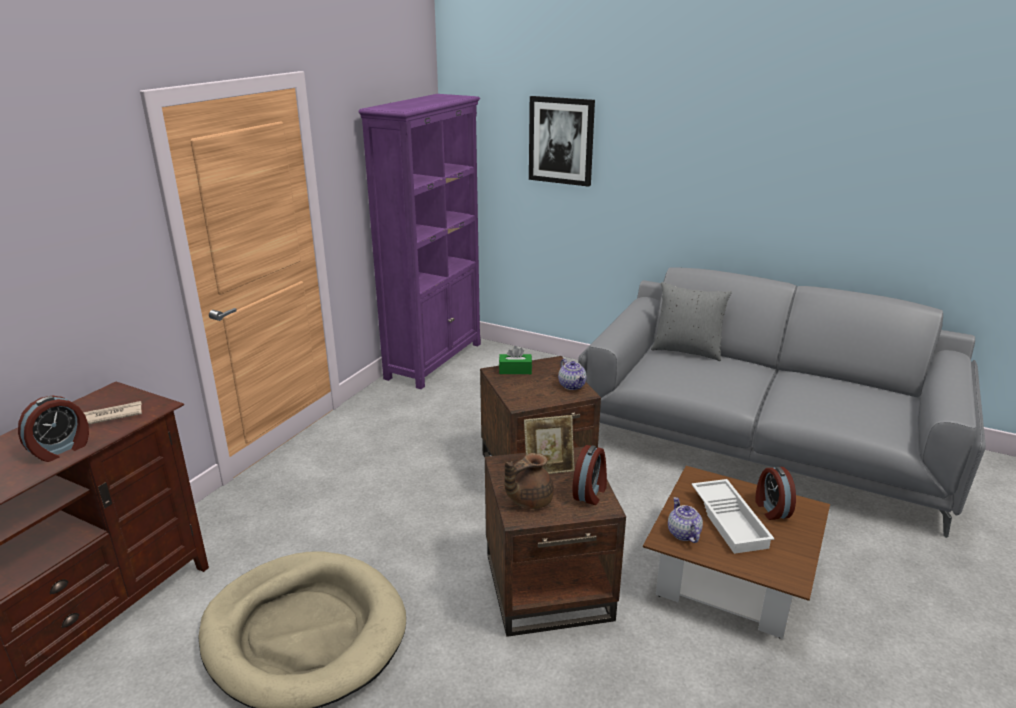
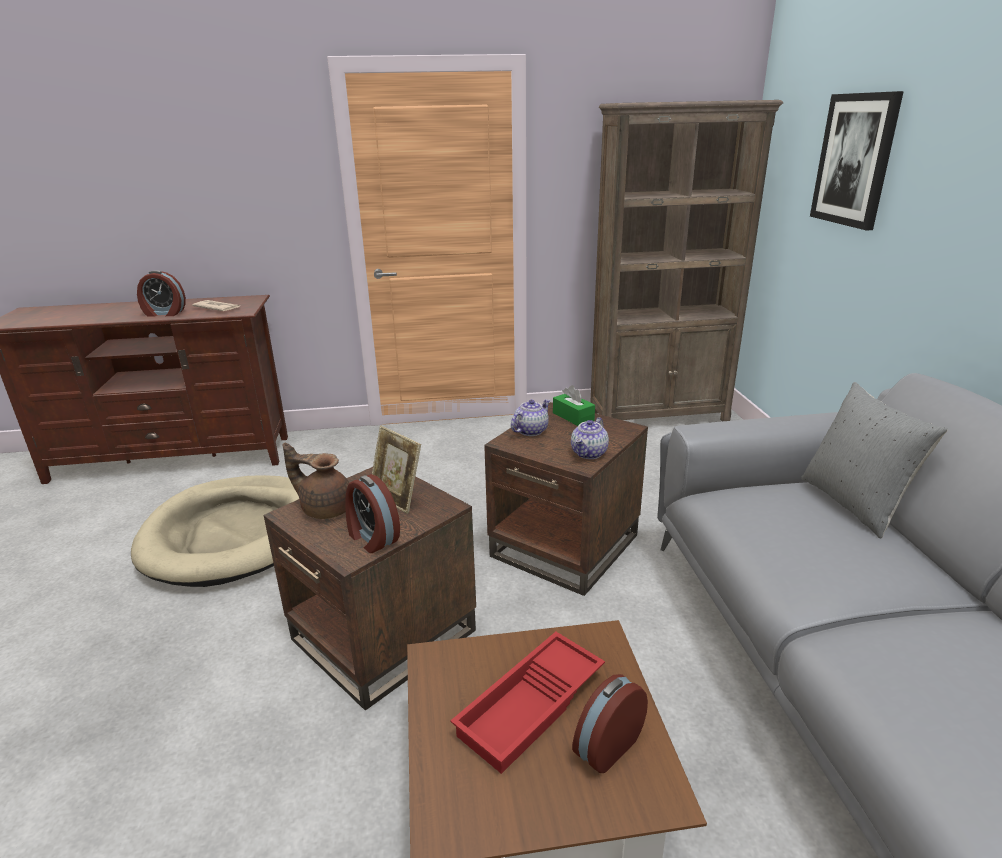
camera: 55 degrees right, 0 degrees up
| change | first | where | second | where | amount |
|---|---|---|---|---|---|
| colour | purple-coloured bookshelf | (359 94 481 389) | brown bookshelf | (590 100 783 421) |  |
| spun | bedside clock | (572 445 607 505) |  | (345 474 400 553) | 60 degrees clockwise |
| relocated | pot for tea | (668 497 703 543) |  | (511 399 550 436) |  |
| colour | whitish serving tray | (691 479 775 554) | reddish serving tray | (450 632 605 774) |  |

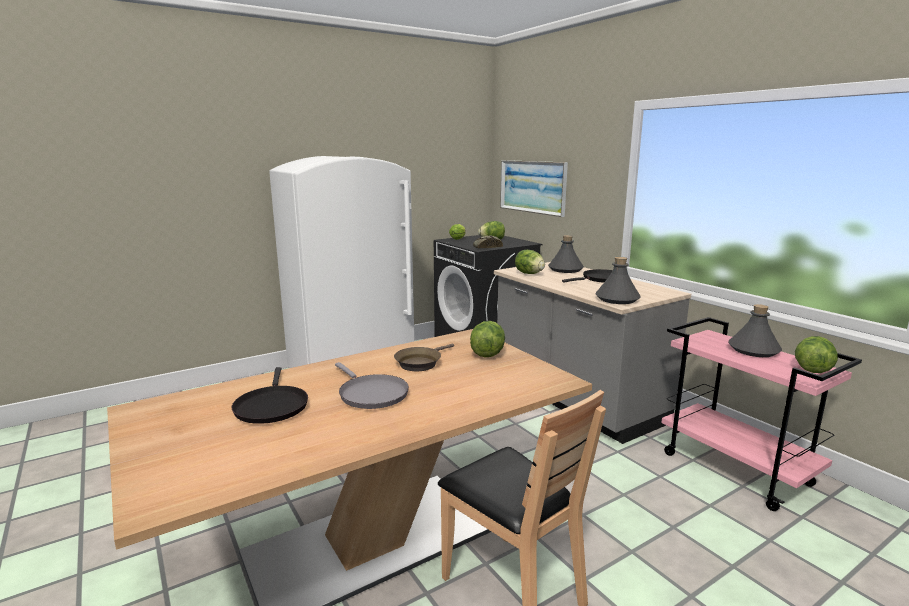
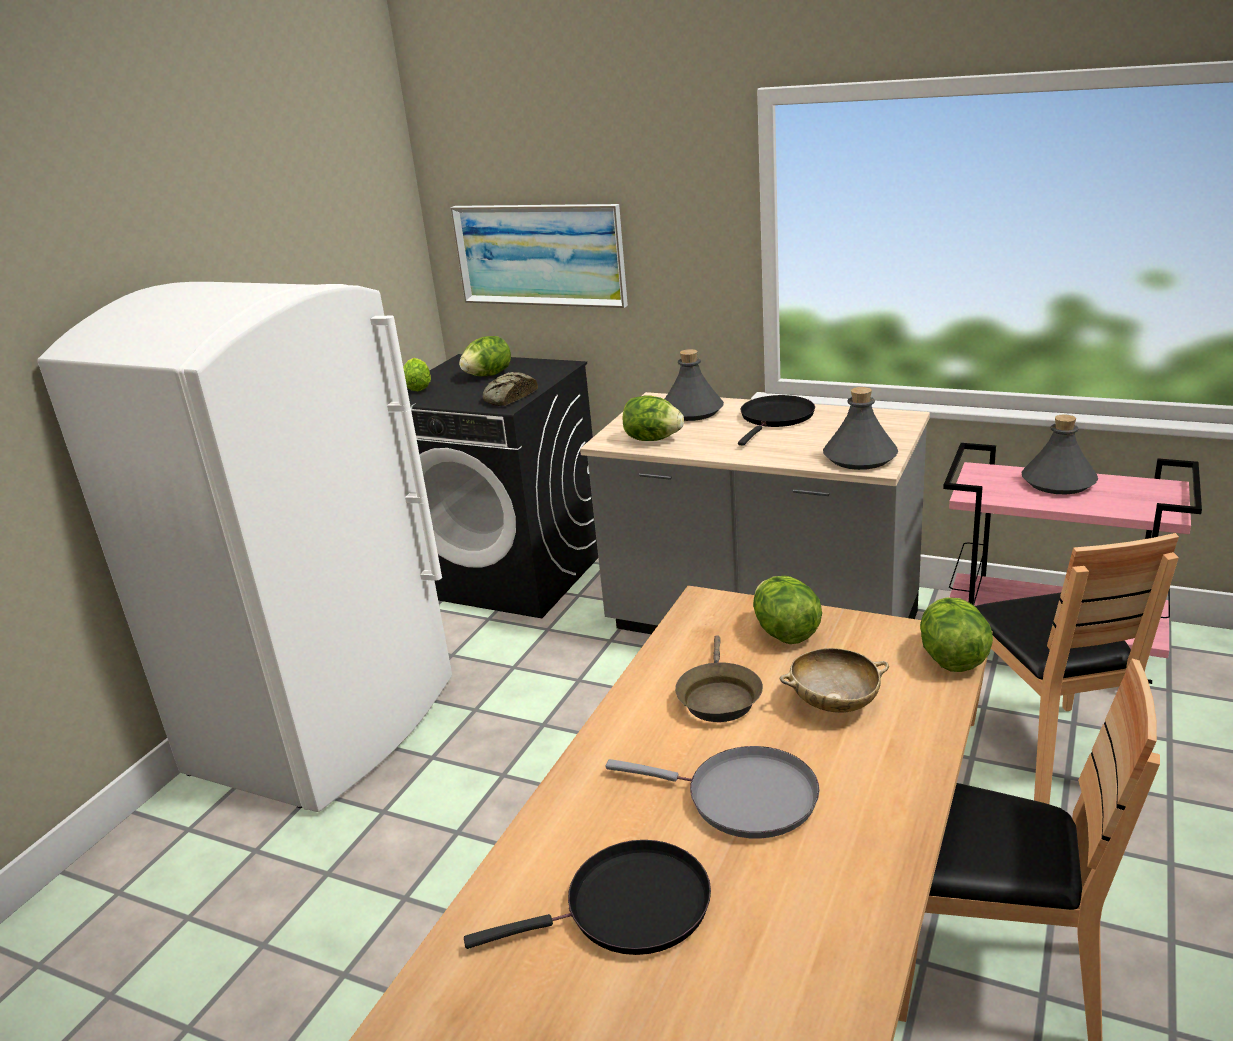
camera: 30 degrees left, 10 degrees up
| change | first | where | second | where | amount |
|---|---|---|---|---|---|
| spun | black-coloured pan | (232 367 308 424) |  | (464 840 711 955) | 60 degrees counterclockwise |
| relocated | lettuce head | (795 336 838 373) |  | (920 597 993 672) |  |
| appeared |  |  | sand-coloured serving bowl | (780 648 889 713) |  |
| appeared |  |  | brown upright chair | (971 533 1179 804) |  |

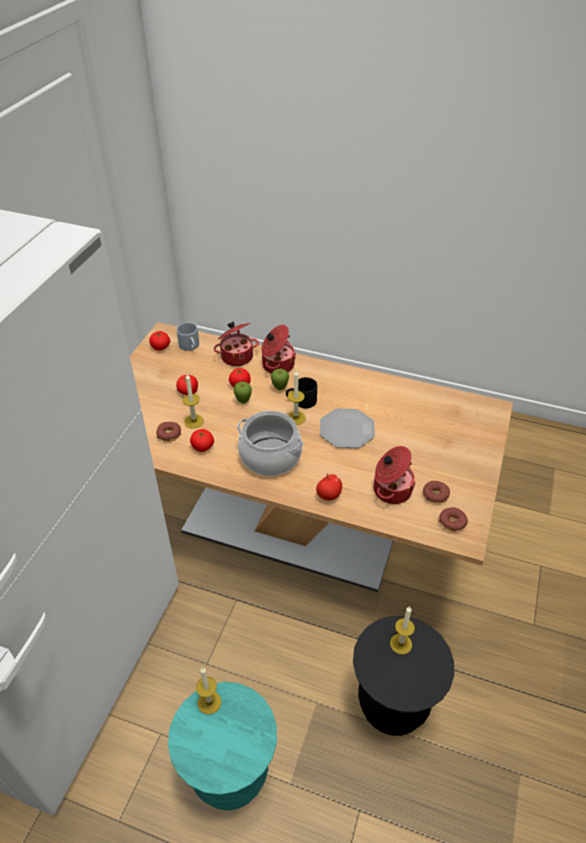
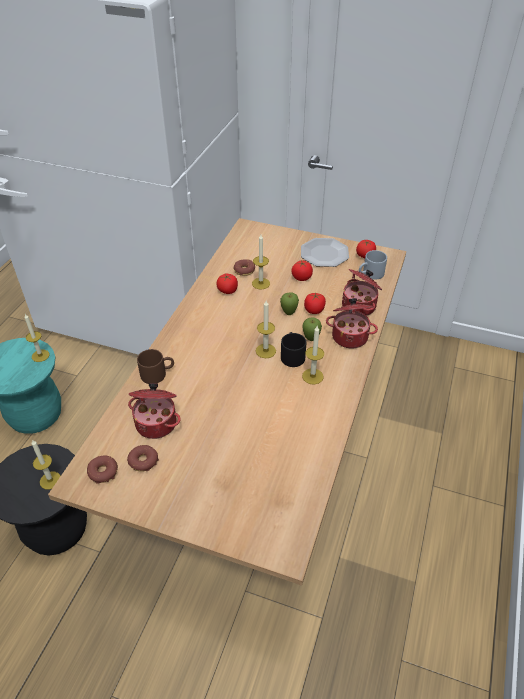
camera: 90 degrees right, 0 degrees up
| change | first | where | second | where | amount |
|---|---|---|---|---|---|
| missing | cooking pot | (237 411 304 476) |  |  |  |
| exchanged | whole apple | (316 473 342 501) | brown mug | (137 349 174 384) |  |
| relocated | dinner plate | (320 408 375 448) |  | (301 238 349 267) |  |
| appeared |  |  | candle | (302 326 324 384) |  |

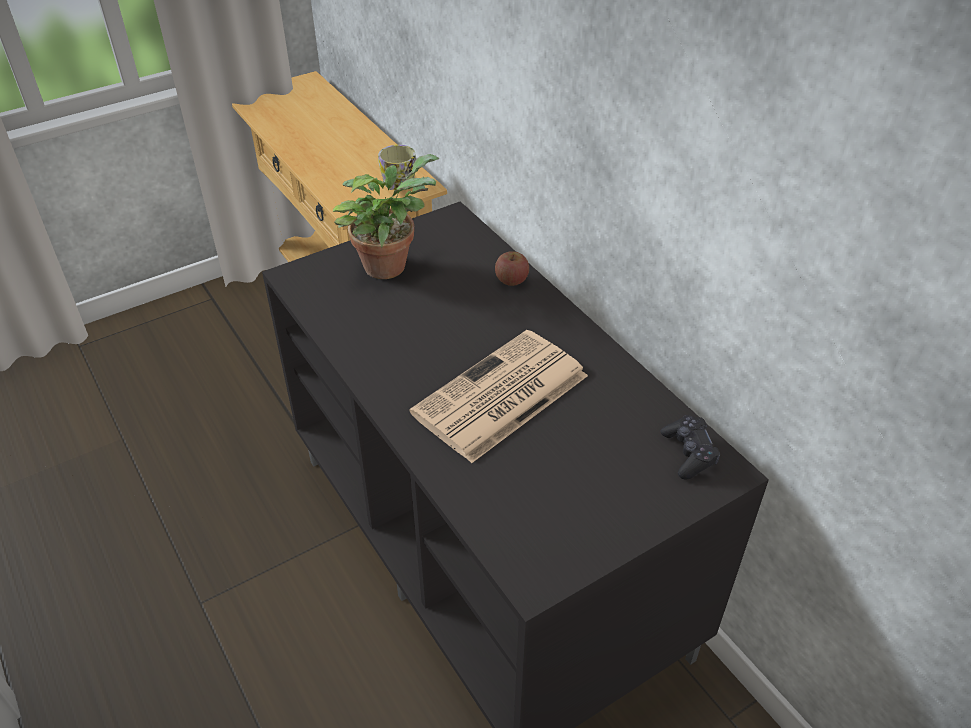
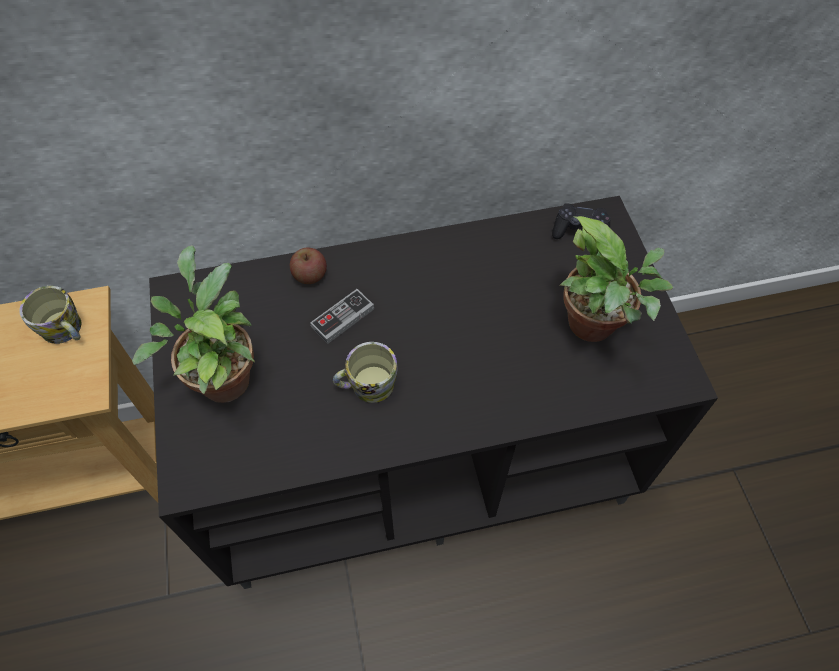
camera: 70 degrees left, 15 degrees up
| change | first | where | second | where | amount |
|---|---|---|---|---|---|
| missing | printed paper | (409 330 588 463) |  |  |  |
| appeared |  |  | joypad | (310 289 374 344) |  |
| appeared |  |  | mug | (333 342 398 403) |  |
| appeared |  |  | potted plant | (559 216 673 342) |  |

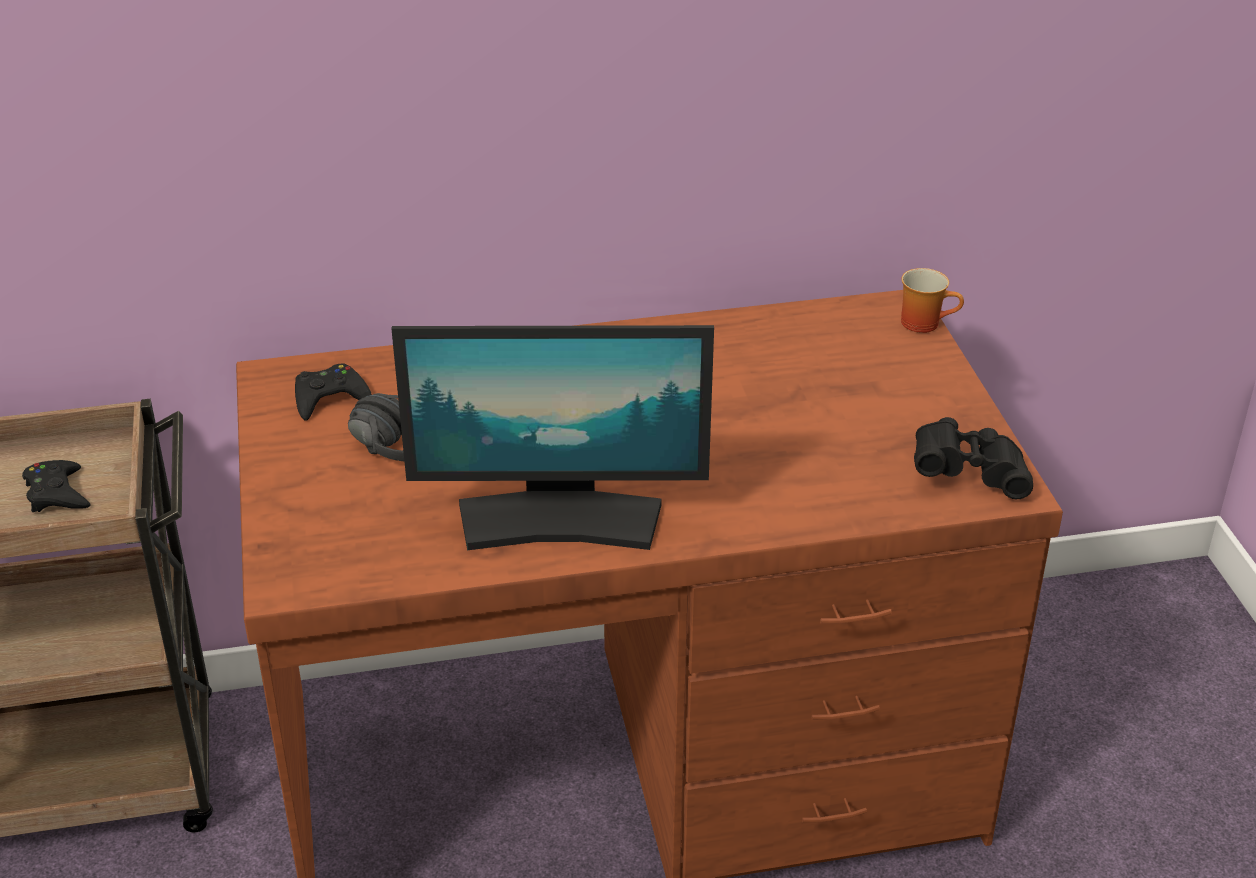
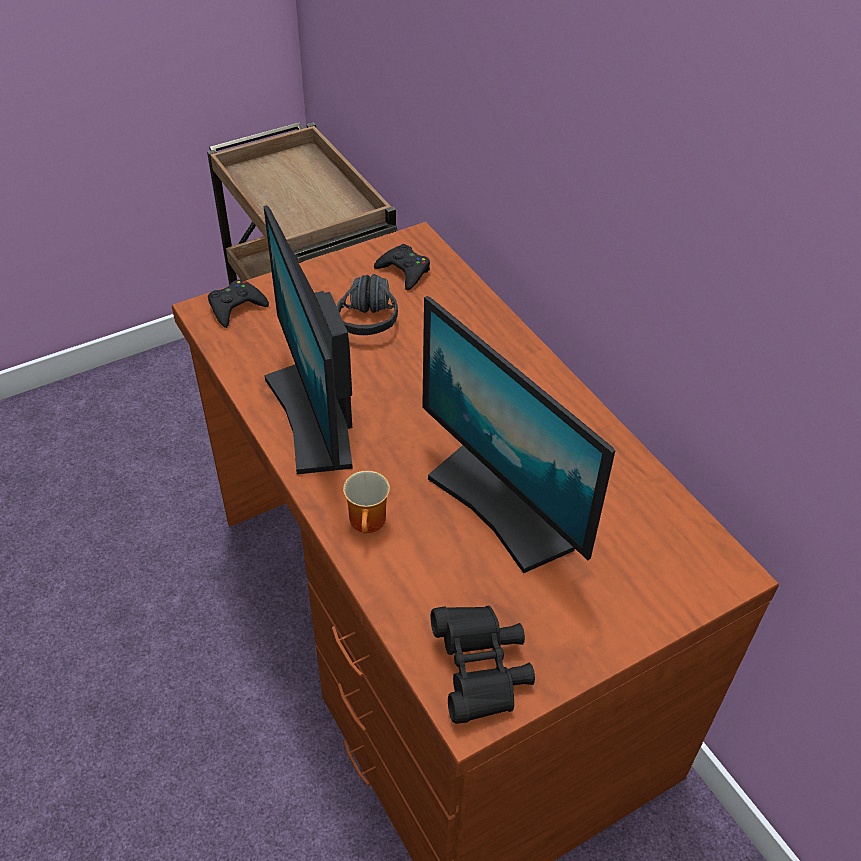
camera: 70 degrees right, 10 degrees up
| change | first | where | second | where | amount |
|---|---|---|---|---|---|
| relocated | black-coloured joypad | (22 460 91 512) |  | (208 280 269 328) |  |
| relocated | mug | (901 268 964 333) |  | (343 470 390 534) |  |
| appeared |  |  | computer display | (422 296 615 573) |  |

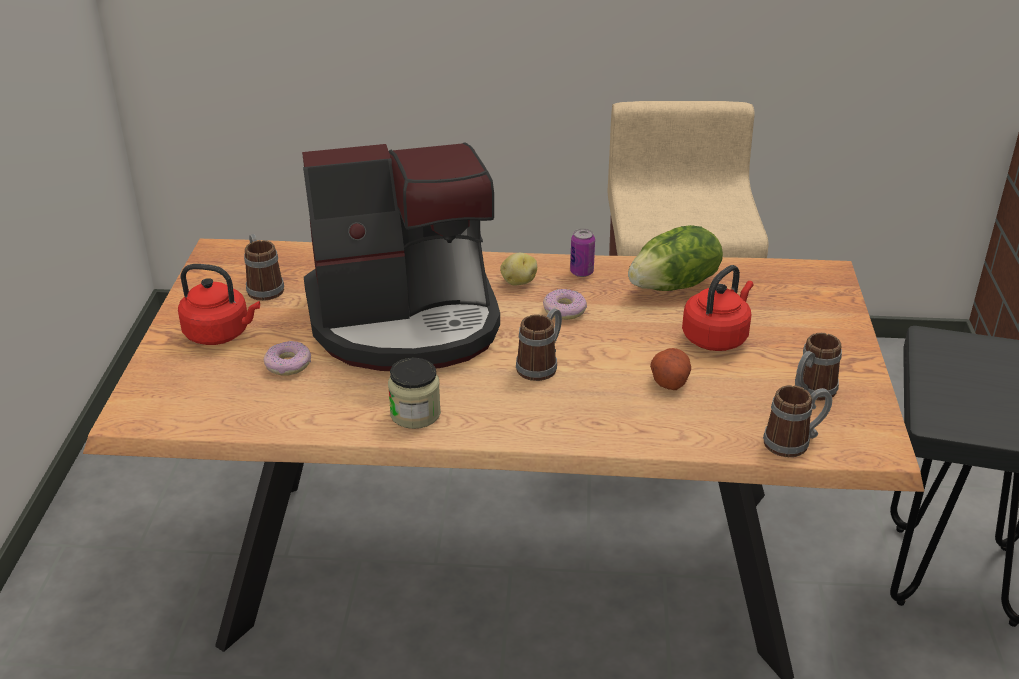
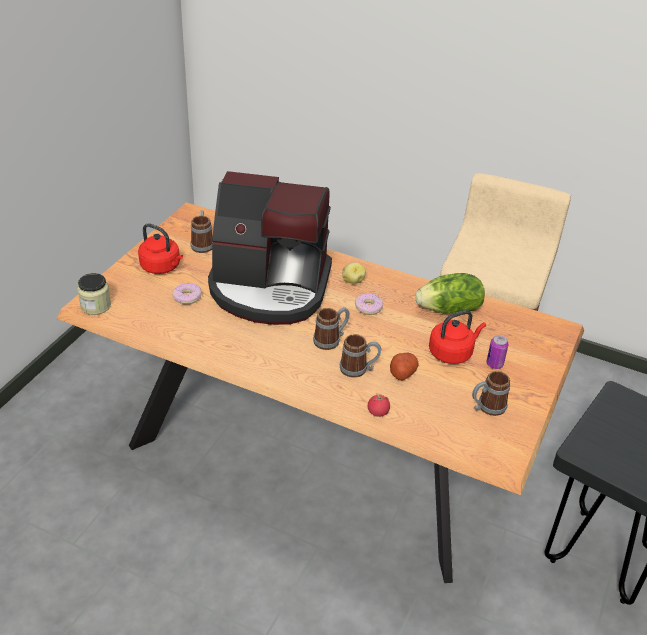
camera: 20 degrees right, 5 degrees up
| change | first | where | second | where | amount |
|---|---|---|---|---|---|
| relocated | jar | (388 358 441 429) |  | (77 273 111 315) |  |
| relocated | can | (570 229 595 277) |  | (486 335 508 369) |  |
| relocated | mug | (763 385 832 457) |  | (340 334 381 378) |  |
| appeared |  |  | fresh tomato | (368 393 390 417) |  |

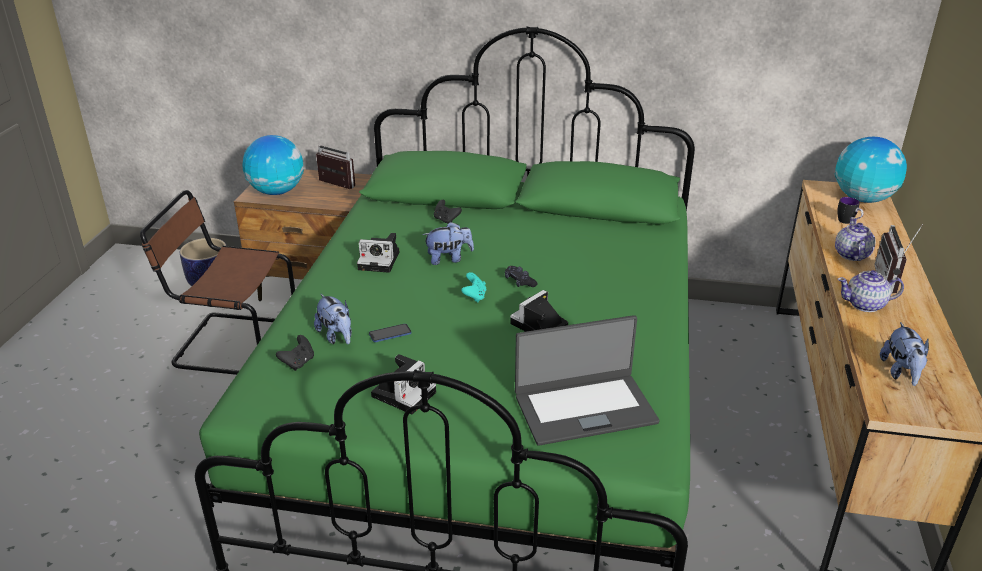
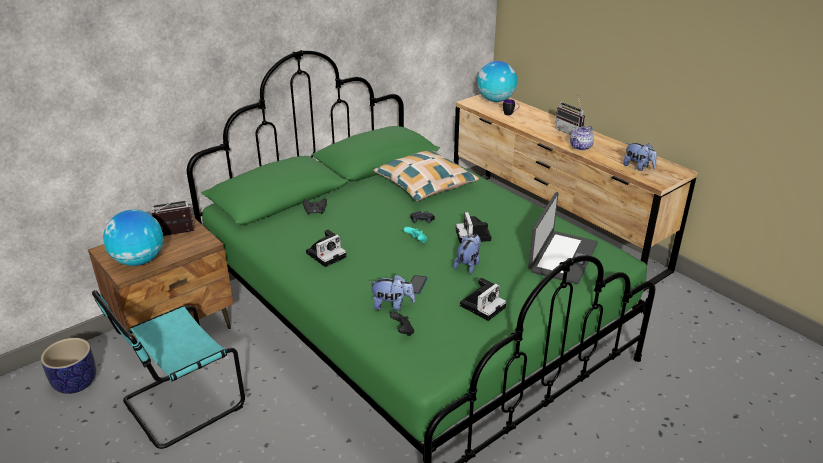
camera: 50 degrees left, 0 degrees up
| change | first | where | second | where | amount |
|---|---|---|---|---|---|
| colour | brown upright chair | (140 190 295 375) | blue-green upright chair | (92 290 245 449) |  |
| spun | photo camera | (371 354 436 415) |  | (460 278 506 321) | 60 degrees clockwise |
| relocated | plush toy | (422 222 474 265) |  | (453 234 481 274) |  |
| missing | pot for tea | (835 217 876 261) |  |  |  |
| appeared |  |  | cushion | (373 151 479 201) |  |

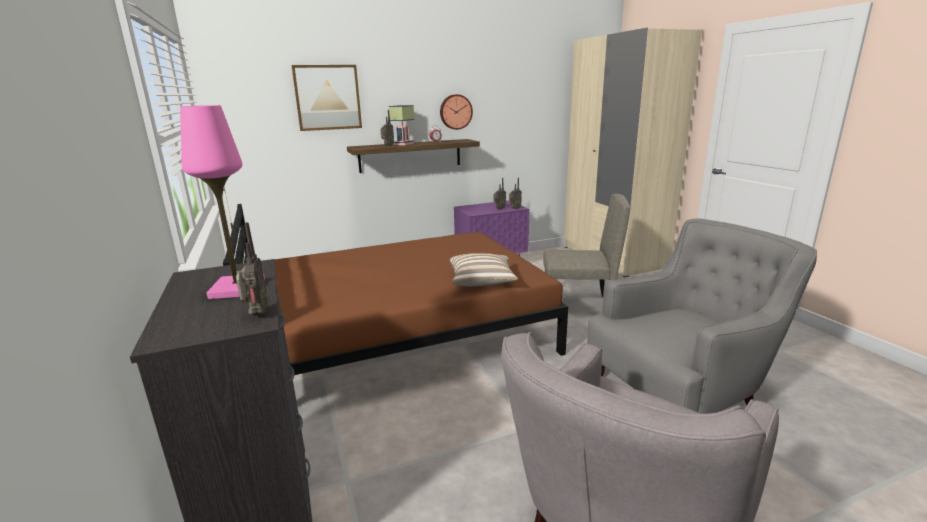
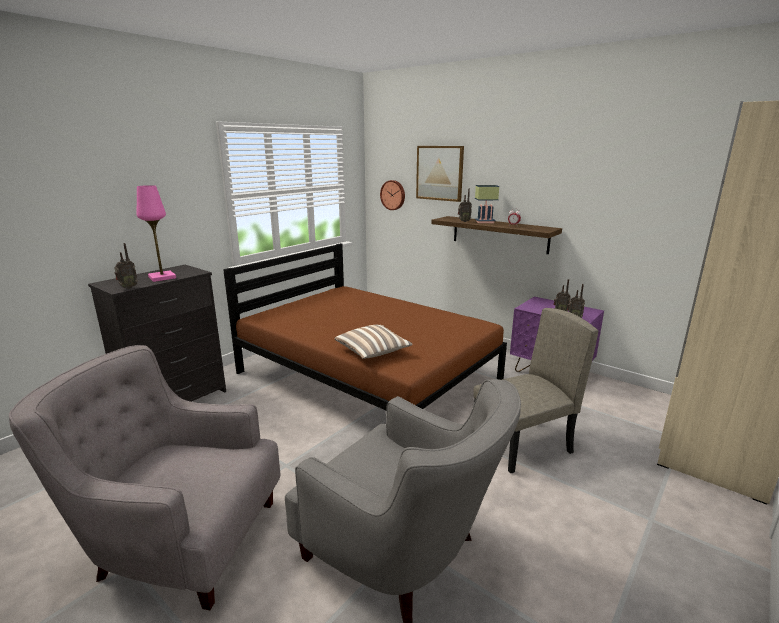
camera: 60 degrees right, 0 degrees up
| change | first | where | second | where | amount |
|---|---|---|---|---|---|
| relocated | clock on the wall | (440 94 473 130) |  | (380 180 405 210) |  |
| spun | sand-coloured upright chair | (543 194 630 297) |  | (473 308 598 473) | 90 degrees counterclockwise |

